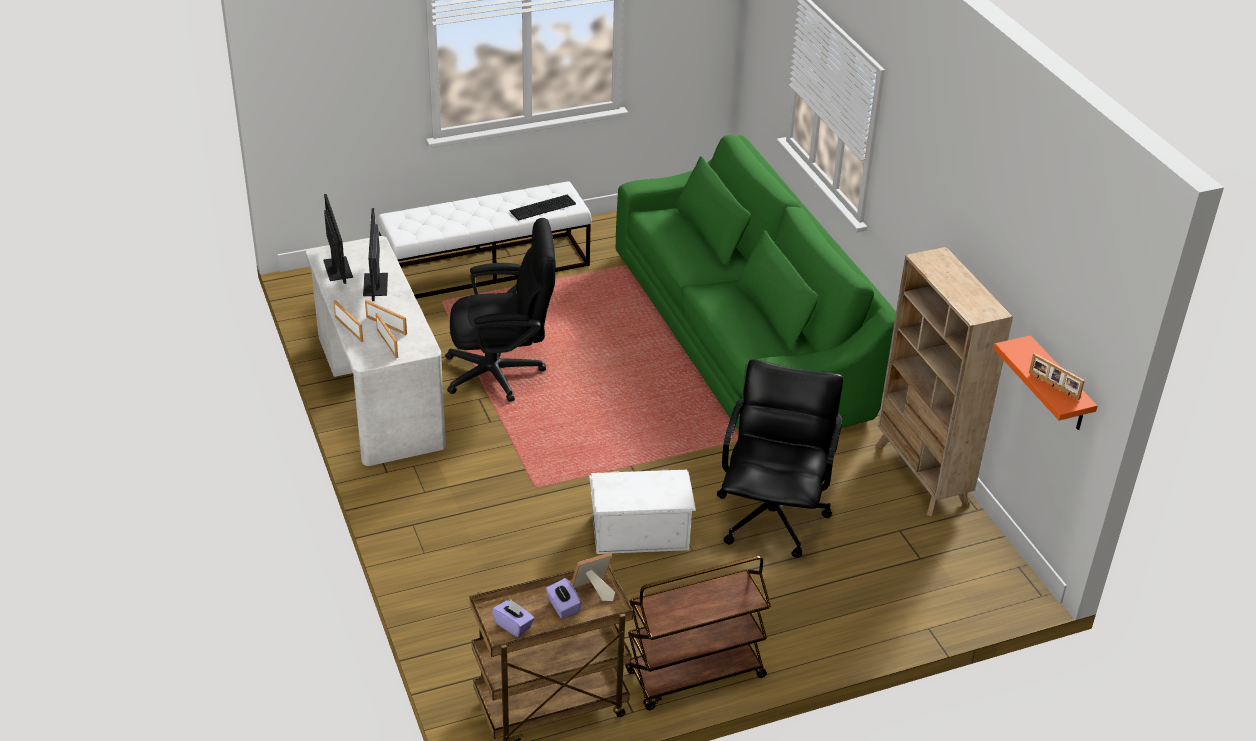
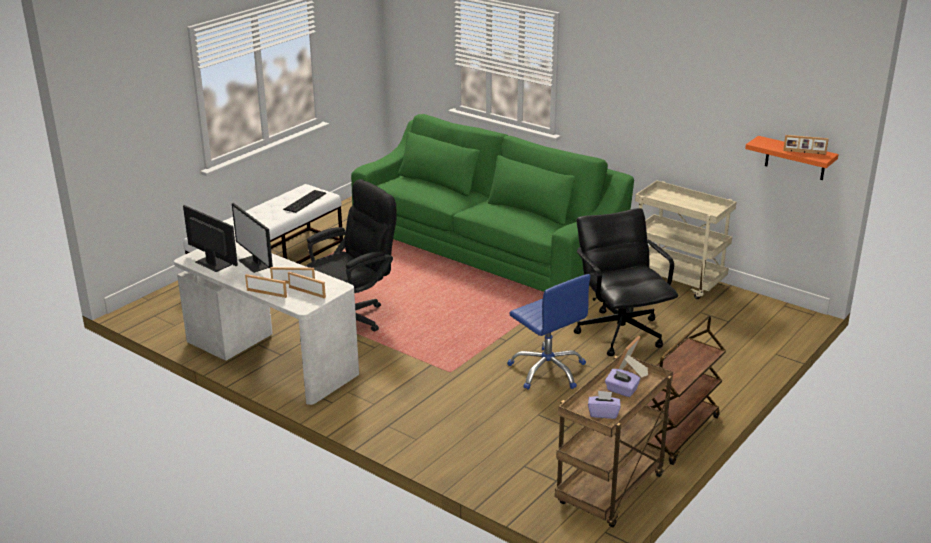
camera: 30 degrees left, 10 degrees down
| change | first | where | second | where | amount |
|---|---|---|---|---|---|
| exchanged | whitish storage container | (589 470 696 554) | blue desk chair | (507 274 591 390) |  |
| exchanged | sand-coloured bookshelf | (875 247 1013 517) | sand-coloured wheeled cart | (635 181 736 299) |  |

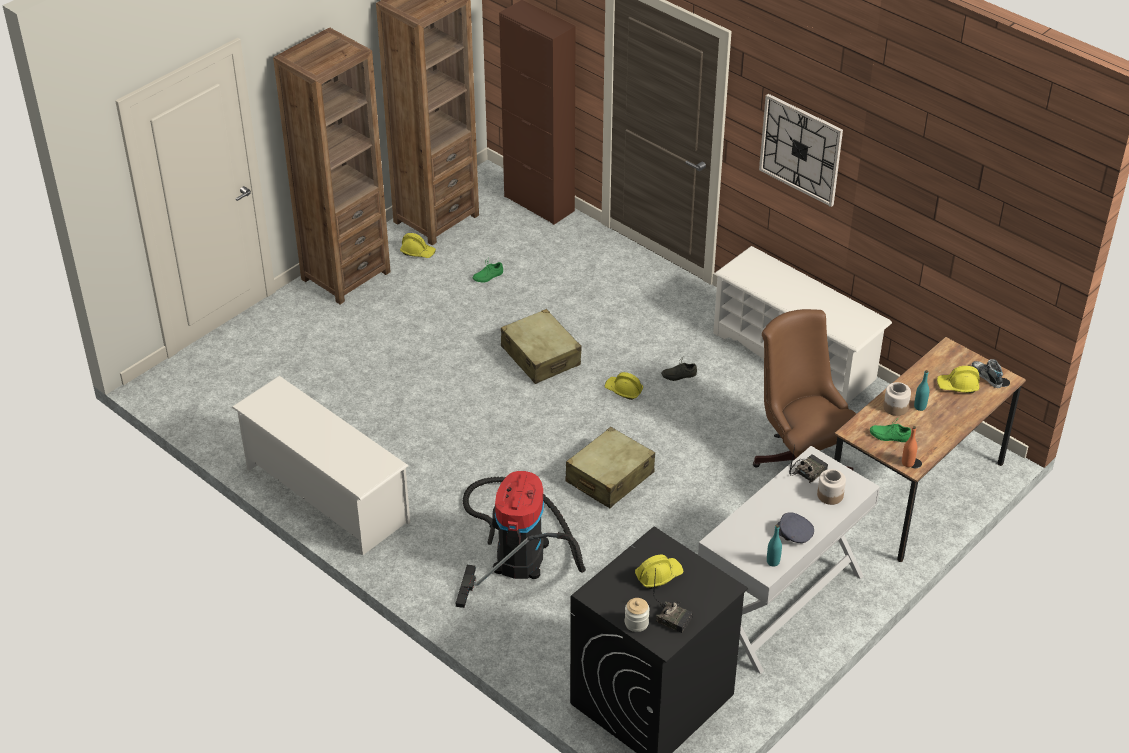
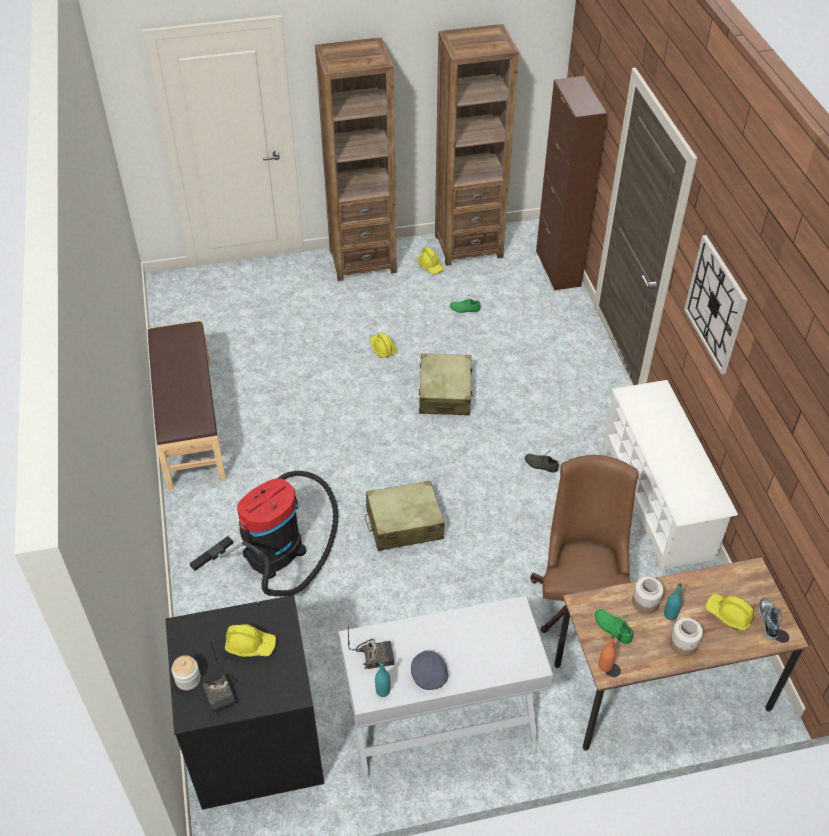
camera: 35 degrees right, 5 degrees up
| change | first | where | second | where | amount |
|---|---|---|---|---|---|
| exchanged | whitish shoe shelf | (232 376 410 555) | brown indoor bench | (147 320 226 490) |  |
| relocated | yellowish safety helmet | (605 372 643 400) |  | (369 332 397 358) |  |
| relocated | radio | (789 446 828 483) |  | (348 627 394 669) |  |
| relocated | jar | (817 469 846 505) |  | (670 618 703 656) |  |

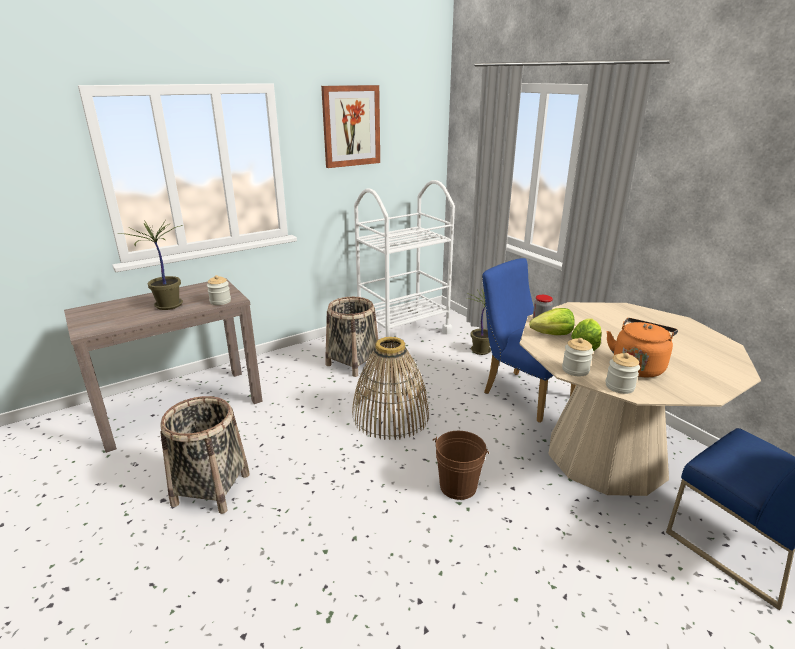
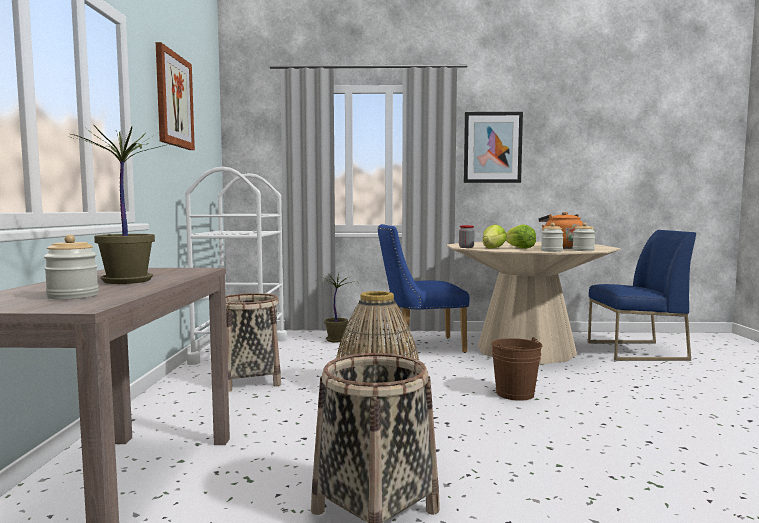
camera: 55 degrees left, 20 degrees down
| change | first | where | second | where | amount |
|---|---|---|---|---|---|
| relocated | jar | (207 275 231 305) |  | (44 235 99 300) |  |
| appeared |  |  | wall picture | (464 112 523 183) |  |

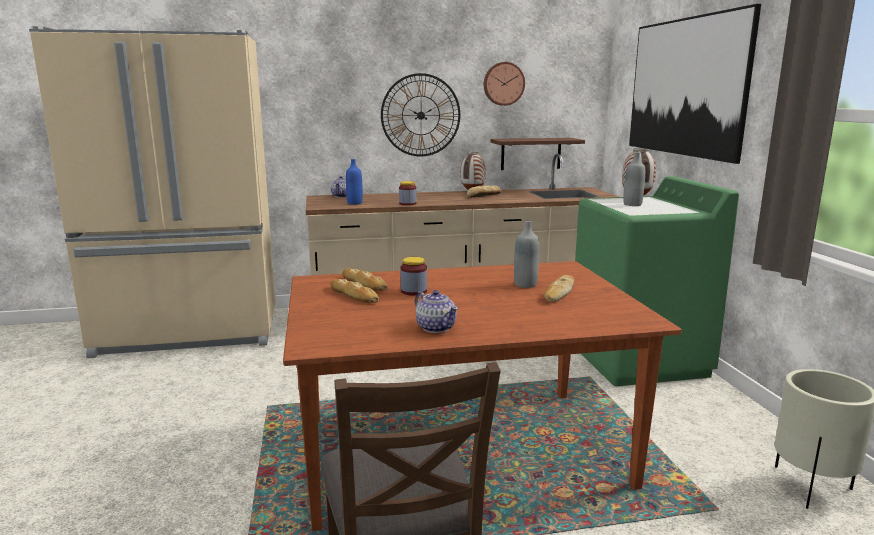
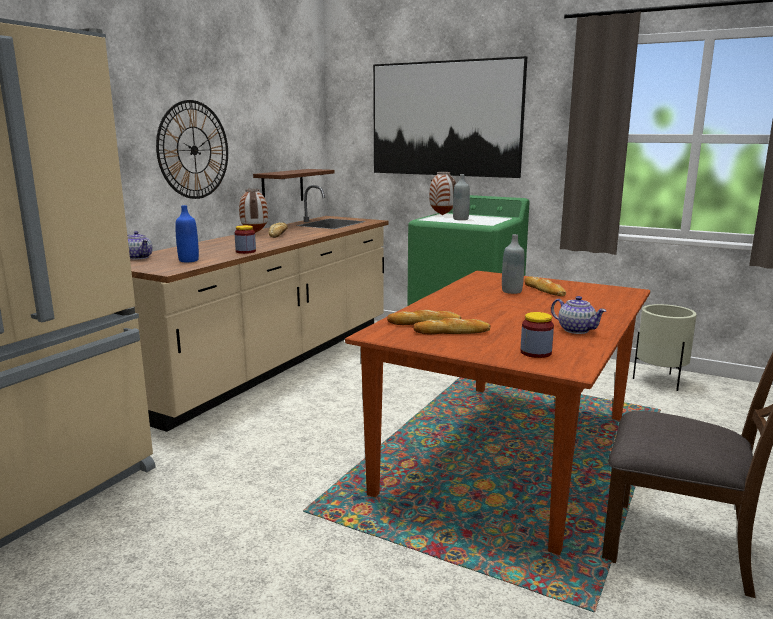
camera: 50 degrees left, 0 degrees up
| change | first | where | second | where | amount |
|---|---|---|---|---|---|
| relocated | jar | (400 257 427 296) |  | (520 312 554 358) |  |
| spun | pot for tea | (415 290 459 333) |  | (551 296 606 334) | 45 degrees clockwise |
| missing | clock on the wall | (484 62 525 106) |  |  |  |

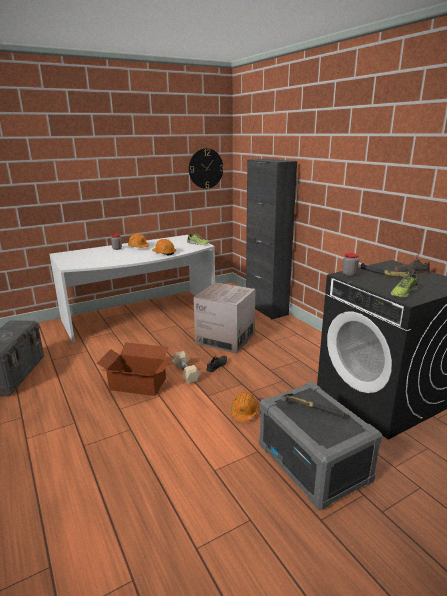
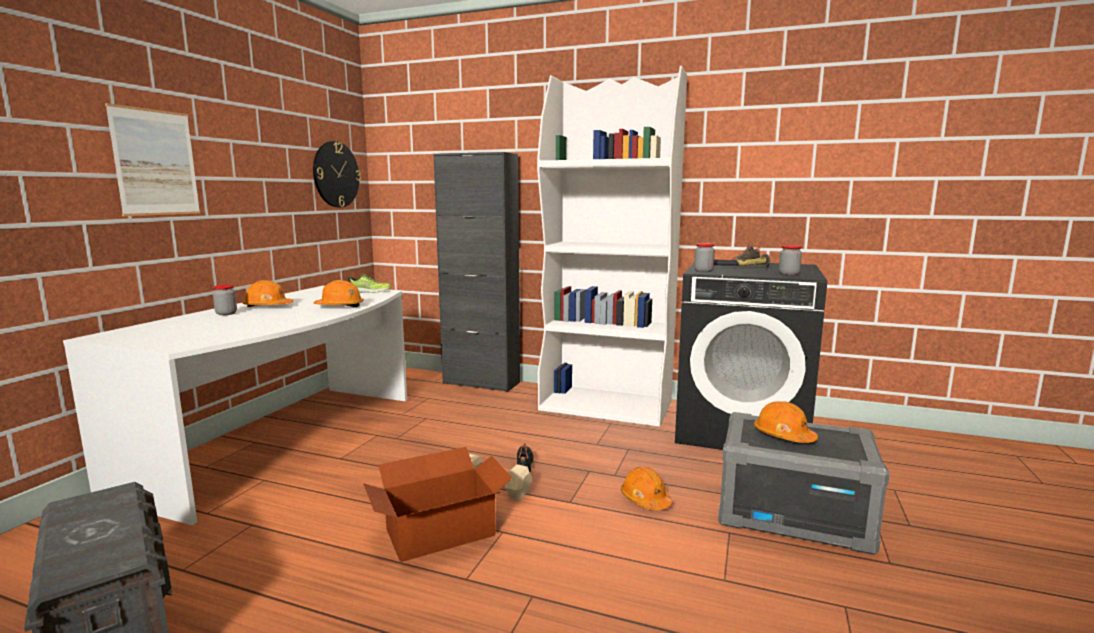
camera: 40 degrees left, 10 degrees down
| change | first | where | second | where | amount |
|---|---|---|---|---|---|
| missing | cardboard box | (193 283 256 354) |  |  |  |
| exchanged | tool hammer | (281 393 345 419) | orange safety helmet | (754 401 818 443) |  |
| exchanged | shoe | (391 274 418 298) | jar | (779 245 802 276) |  |
| appeared |  |  | wall picture | (105 103 200 216) |  |
| appeared |  |  | whitish bookshelf | (537 66 687 427) |  |

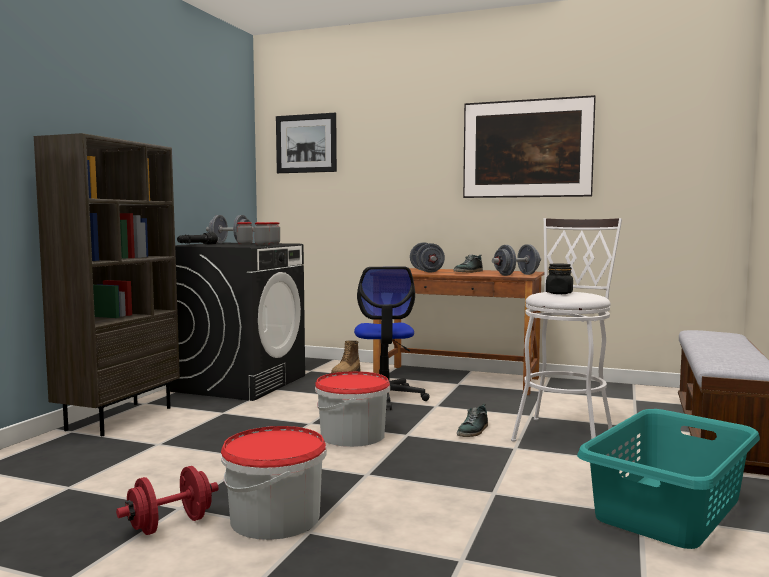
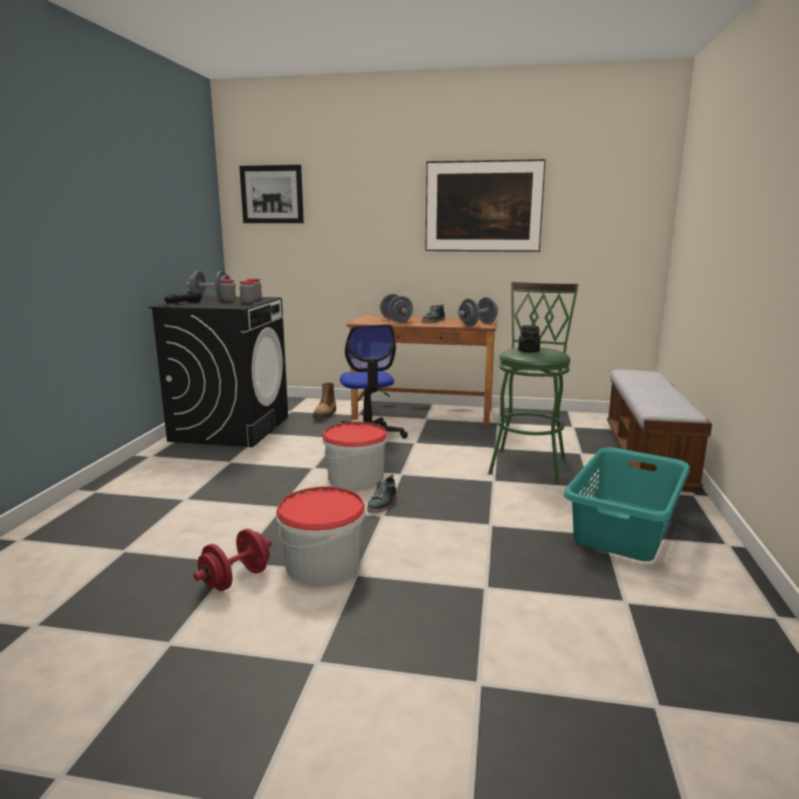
camera: 10 degrees left, 10 degrees up
| change | first | where | second | where | amount |
|---|---|---|---|---|---|
| missing | brown bookshelf | (34 133 180 436) |  |  |  |
| relocated | shoe | (457 403 488 437) |  | (367 474 396 513) |  |
| colour | whitish sitting stool | (511 218 622 442) | green sitting stool | (488 282 579 483) |  |

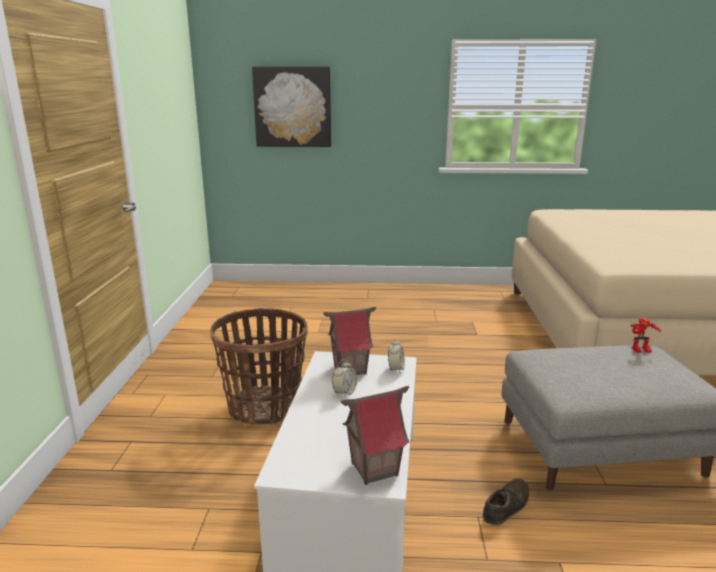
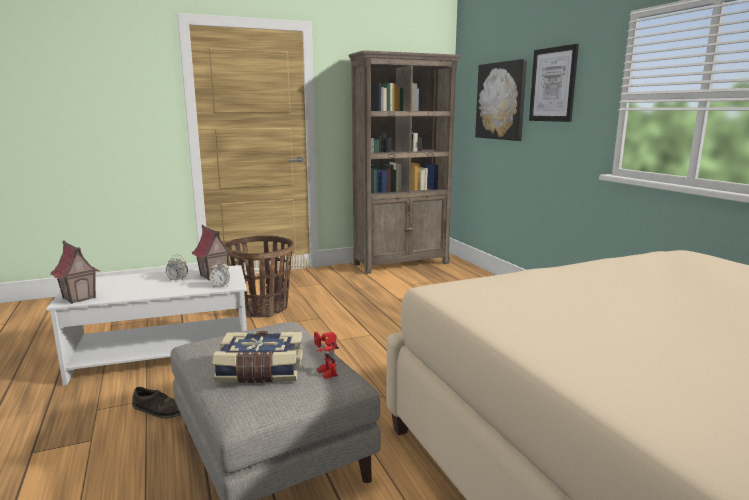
camera: 65 degrees right, 5 degrees down
| change | first | where | second | where | amount |
|---|---|---|---|---|---|
| appeared |  |  | bound book | (212 331 303 383) |  |
| appeared |  |  | brown bookshelf | (348 50 461 274) |  |
| appeared |  |  | wall picture | (529 44 579 122) |  |

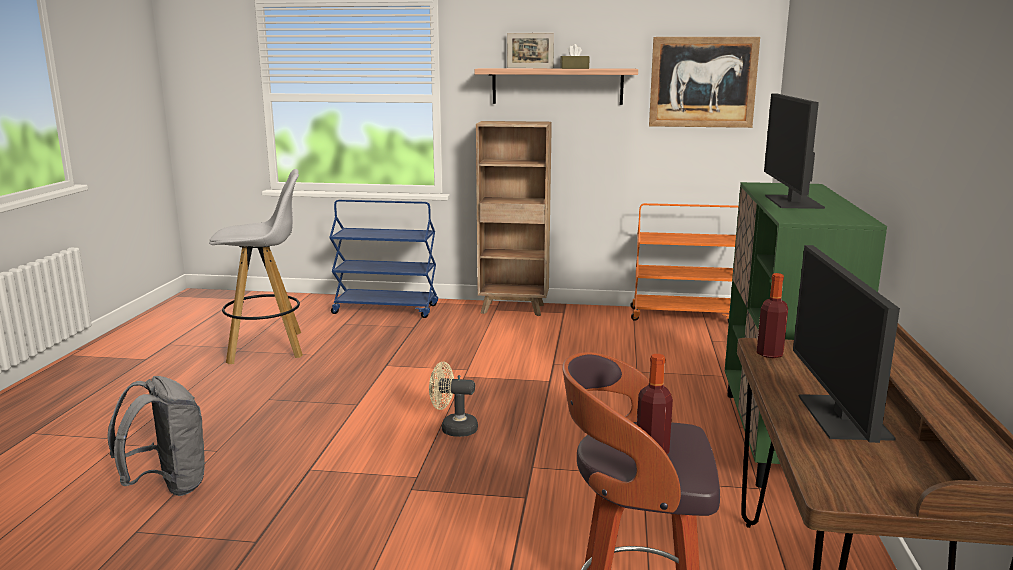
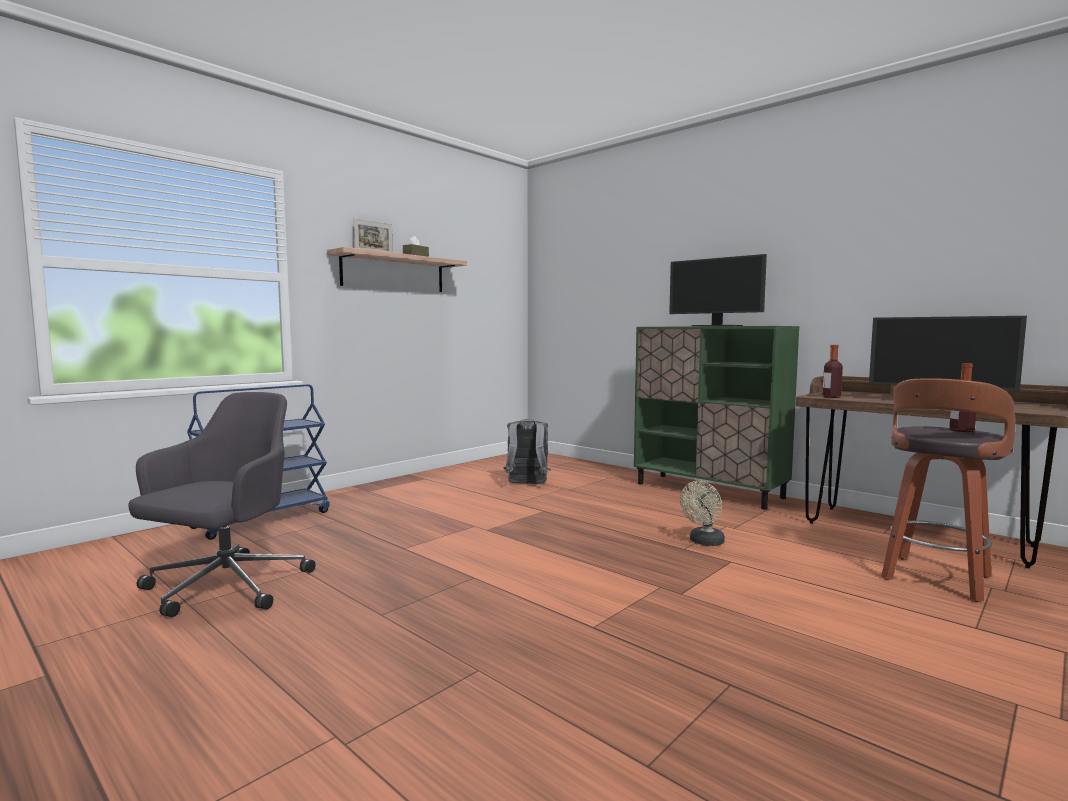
camera: 55 degrees left, 10 degrees down
| change | first | where | second | where | amount |
|---|---|---|---|---|---|
| relocated | greyish backpack | (107 376 207 496) |  | (503 419 551 484) |  |
| exchanged | whitish sitting stool | (209 169 303 364) | greyish desk chair | (128 392 316 617) |  |
| relocated | sand-coloured cooling fan | (429 362 478 437) |  | (680 481 725 546) |  |
| missing | brown bookshelf | (476 121 552 316) |  |  |  |
| missing | orange wheeled cart | (631 203 738 323) |  |  |  |
| missing | wall picture | (649 37 760 128) |  |  |  |

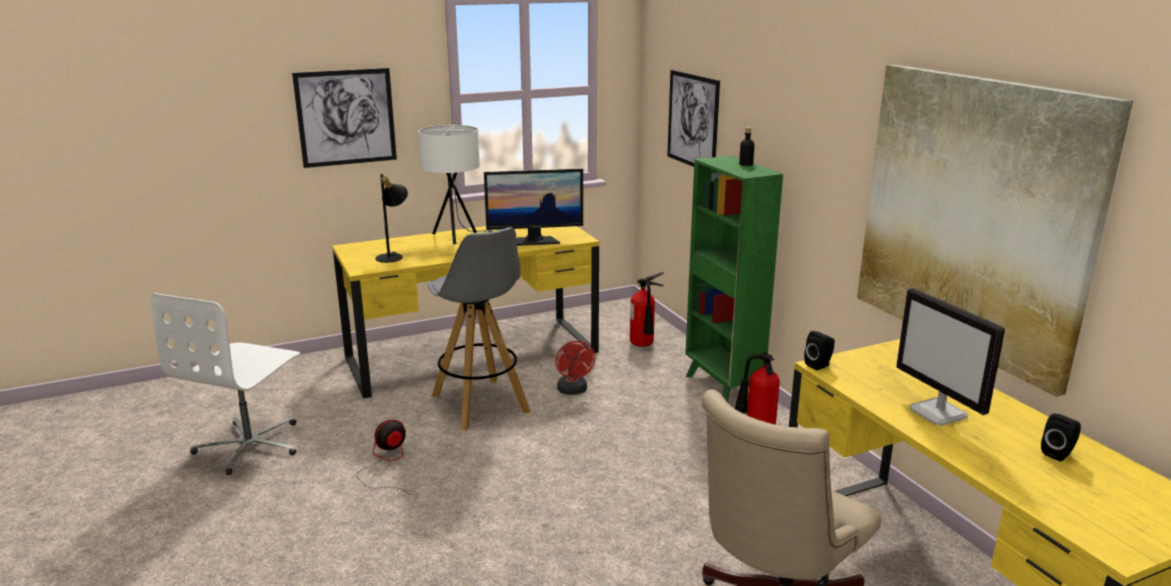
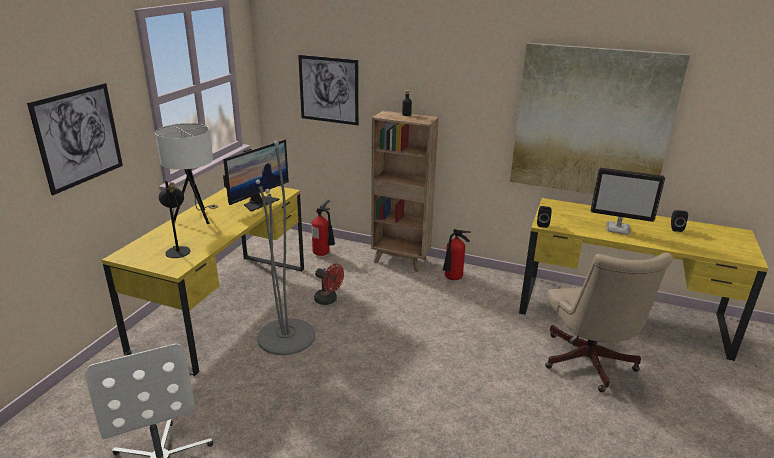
camera: 45 degrees left, 5 degrees up
| change | first | where | second | where | amount |
|---|---|---|---|---|---|
| missing | cooling fan | (357 420 410 495) |  |  |  |
| exchanged | greyish sitting stool | (427 227 531 431) | greyish floor lamp | (256 141 315 355) |  |
| colour | green bookshelf | (685 156 783 402) | brown bookshelf | (371 111 439 272) |  |

